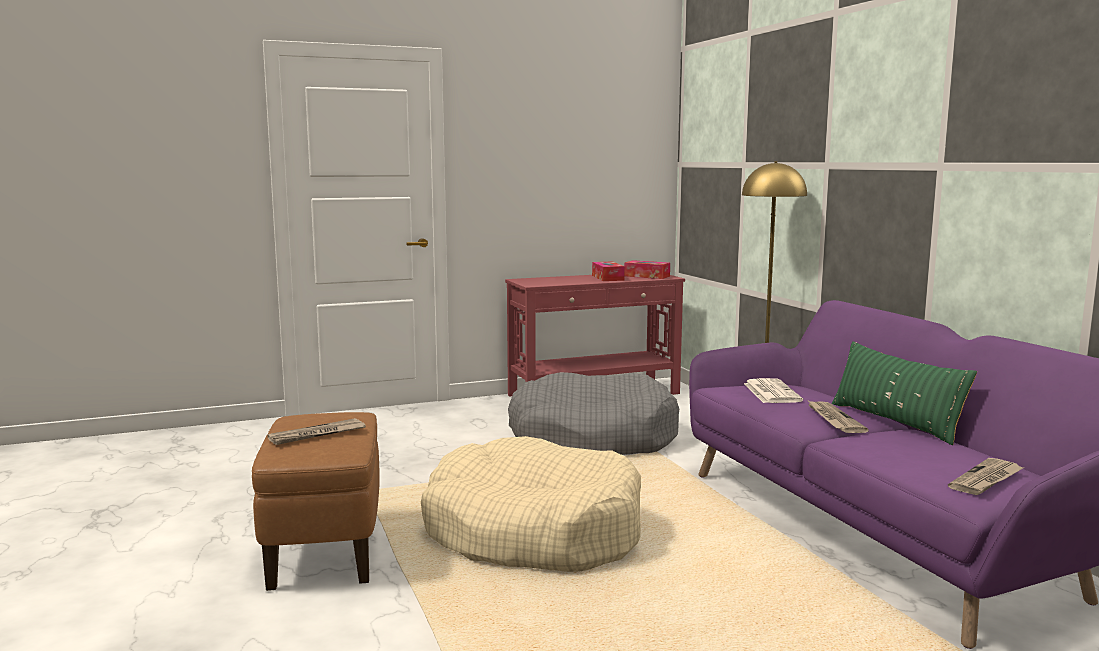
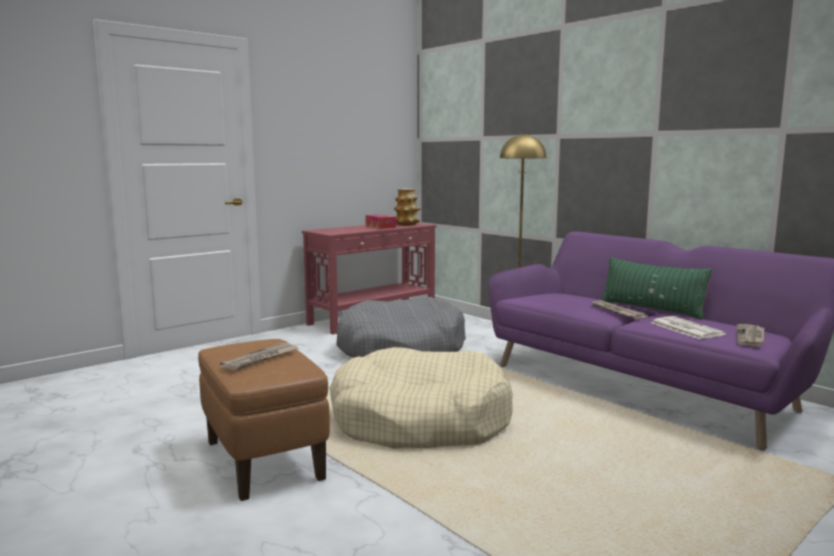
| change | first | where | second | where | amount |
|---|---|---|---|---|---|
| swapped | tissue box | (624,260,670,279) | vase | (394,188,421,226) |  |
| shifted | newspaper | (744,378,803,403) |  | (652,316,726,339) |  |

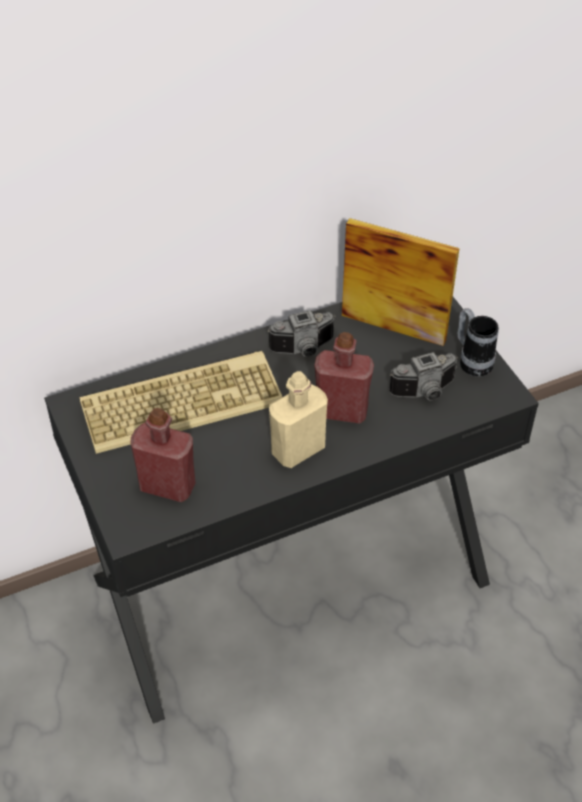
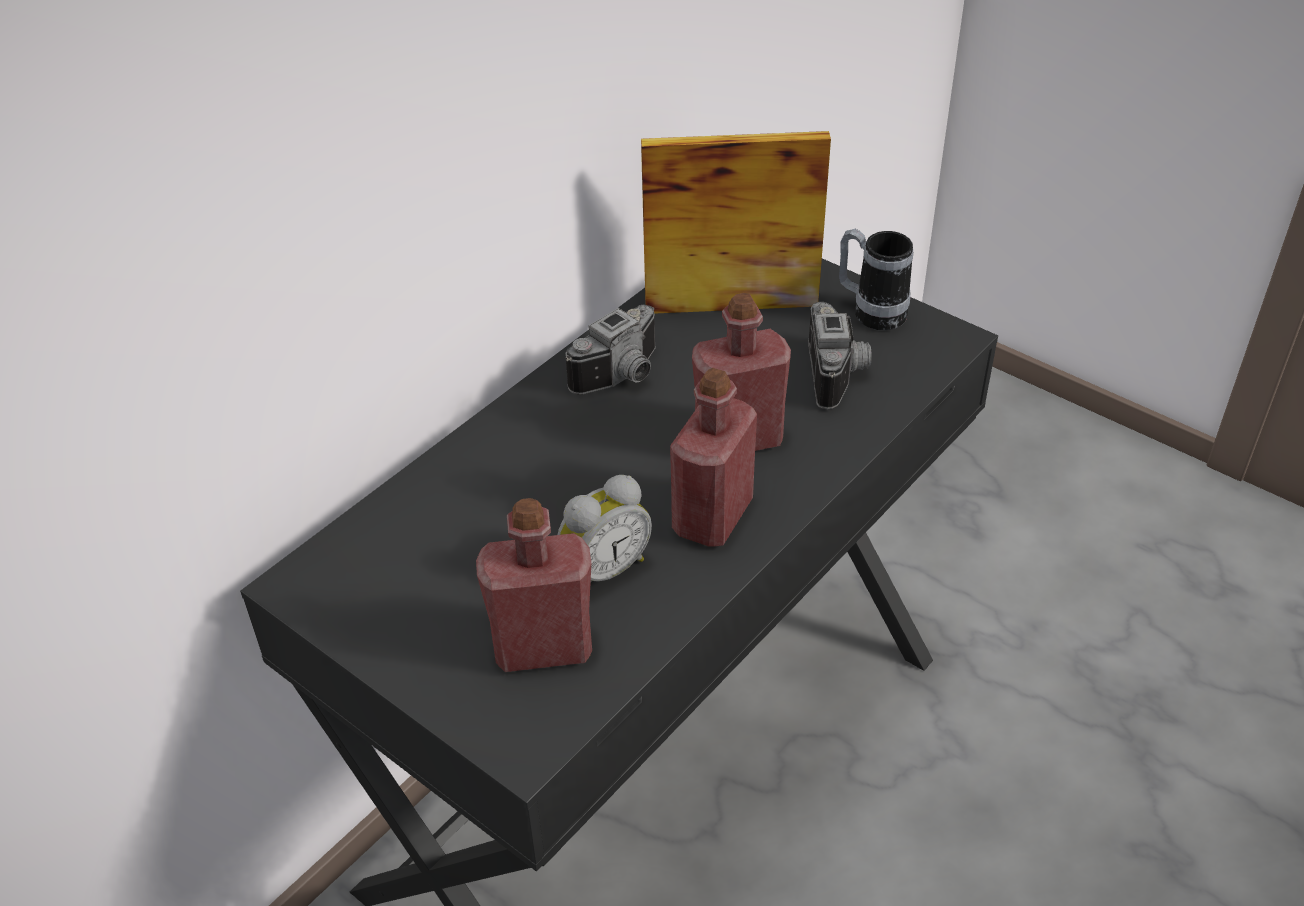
| change | first | where | second | where | amount |
|---|---|---|---|---|---|
| gone | keyboard | (80,351,282,454) |  |  |  |
| repainted | beige bottle | (269,371,328,468) | red bottle | (670,368,757,547) |  |
| rotated | photo camera | (389,352,458,401) |  | (808,302,872,409) | 45 degrees counterclockwise |
| new |  |  | alarm clock | (558,475,652,581) |  |

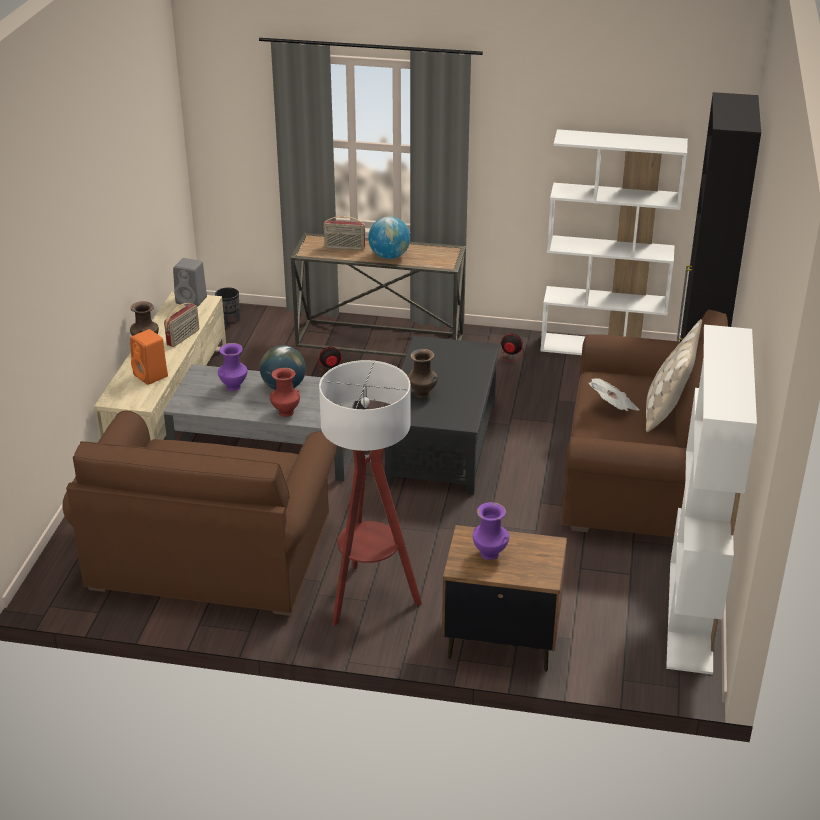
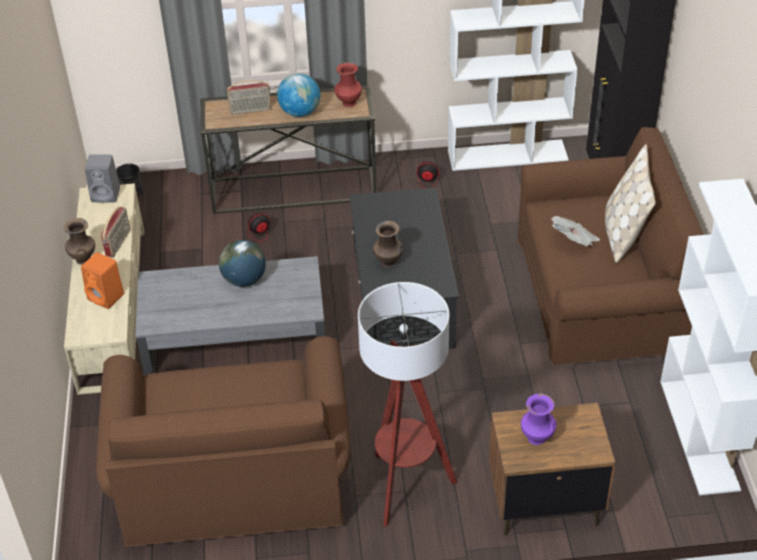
| change | first | where | second | where | amount |
|---|---|---|---|---|---|
| gone | purple vase | (218,343,247,391) |  |  |  |
| shifted | red vase | (270,368,300,417) |  | (334,62,362,107) |  |

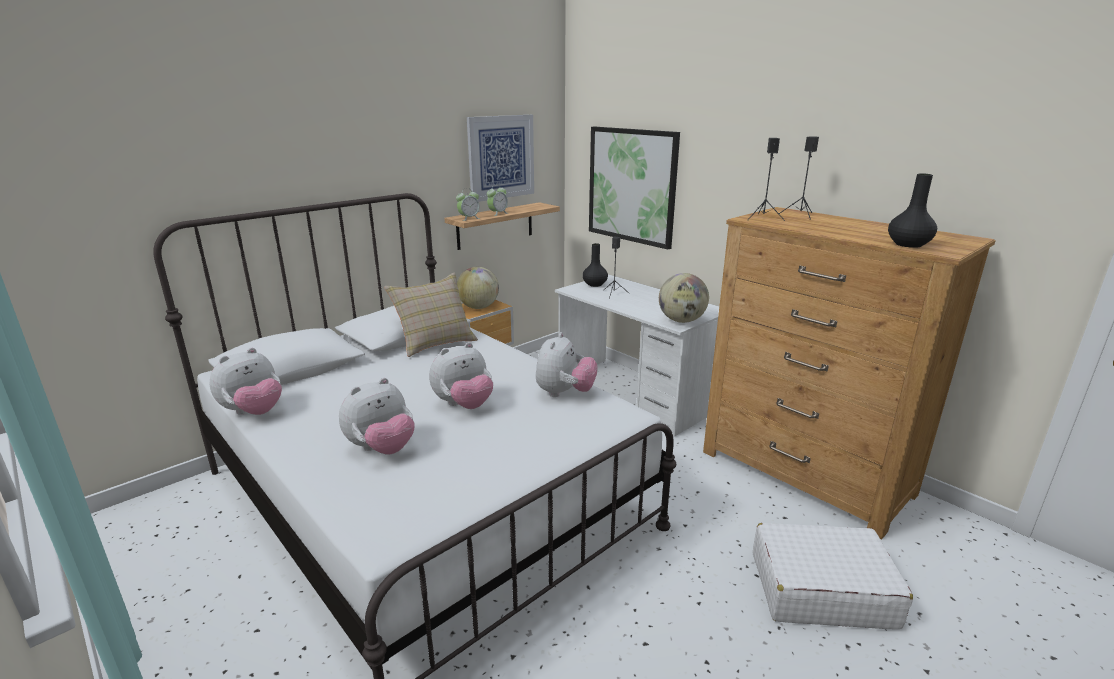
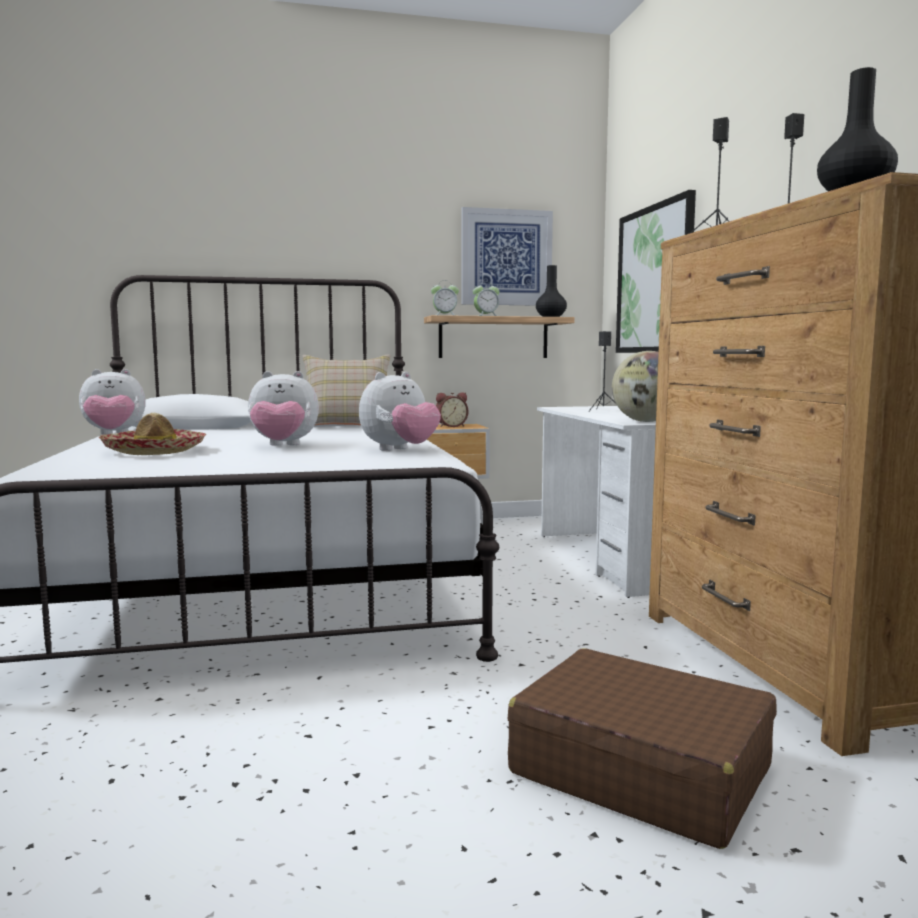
| change | first | where | second | where | amount |
|---|---|---|---|---|---|
| swapped | plush toy | (339,378,415,454) | hat | (99,412,206,455) |  |
| swapped | globe | (457,267,499,309) | alarm clock | (436,392,468,427) |  |
| shifted | black vase | (582,243,608,287) |  | (536,265,567,317) |  |
| repainted | white suitcase | (753,523,913,630) | brown suitcase | (508,648,777,849) |  |

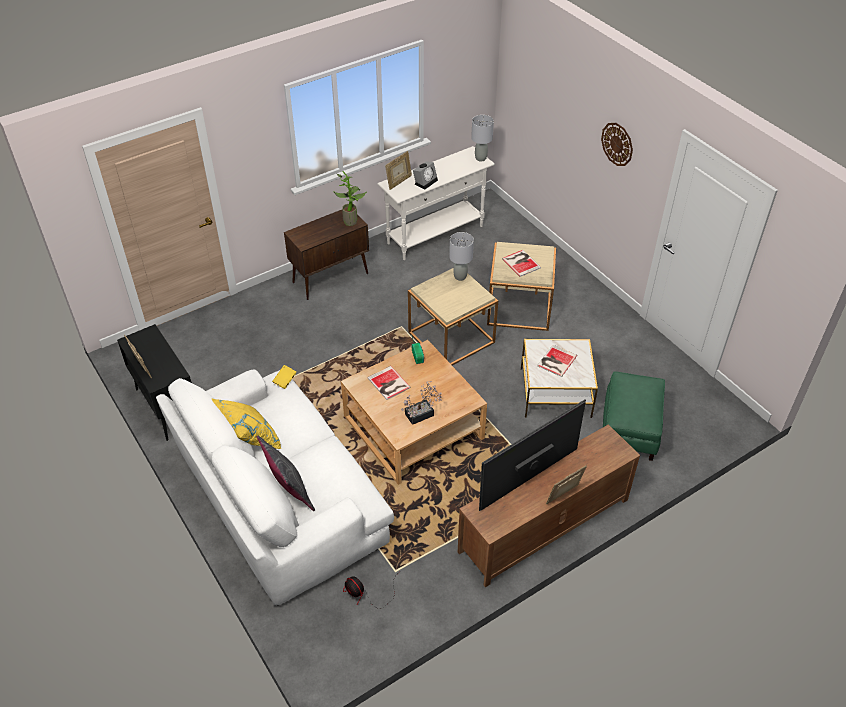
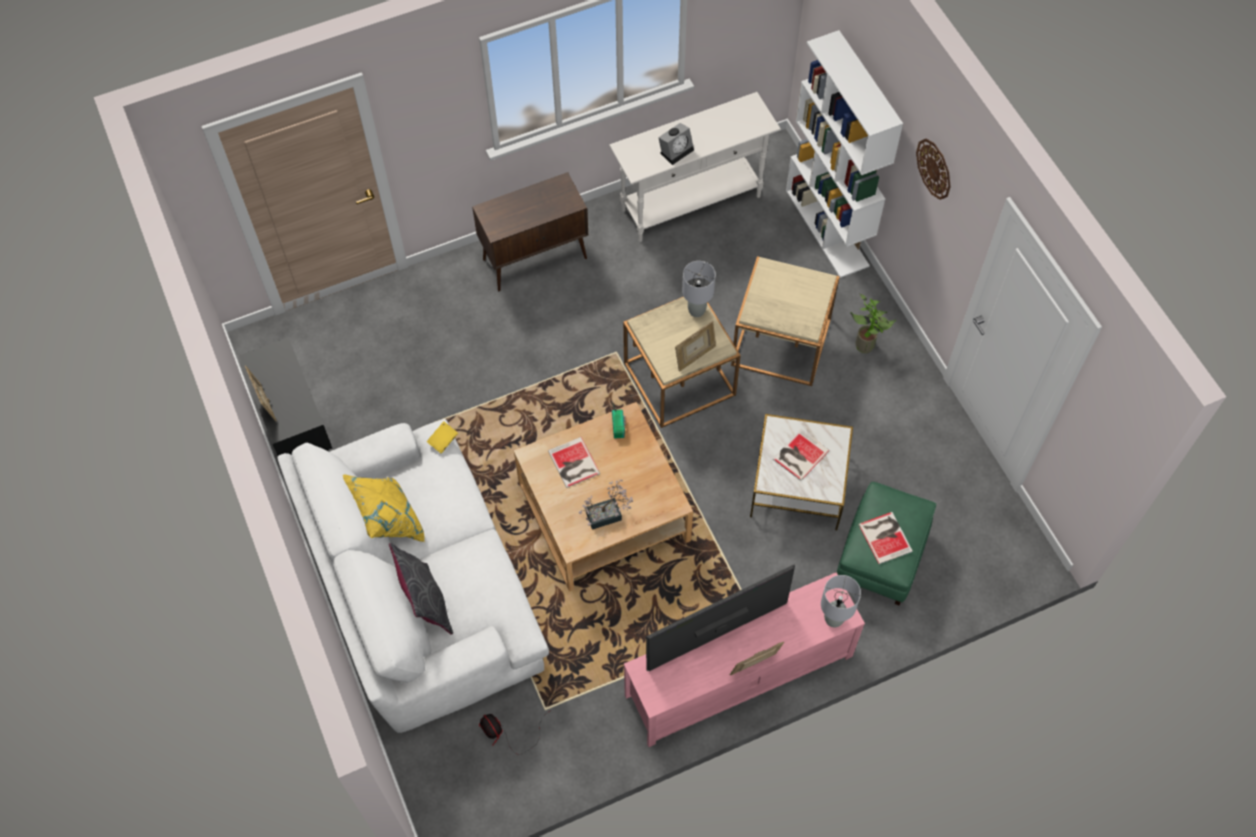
| change | first | where | second | where | amount |
|---|---|---|---|---|---|
| shifted | potted plant | (333,171,367,226) |  | (851,293,896,353) |  |
| shifted | picture frame | (385,151,412,190) |  | (675,321,716,371) |  |
| repainted | brown tv stand | (458,424,640,587) | pink tv stand | (624,572,865,747) |  |
| shifted | grey table lamp | (471,115,494,161) |  | (821,575,861,628) |  |
| shifted | book | (502,250,541,277) |  | (858,512,913,564) |  |
| new |  |  | white bookcase | (786,30,903,278) |  |

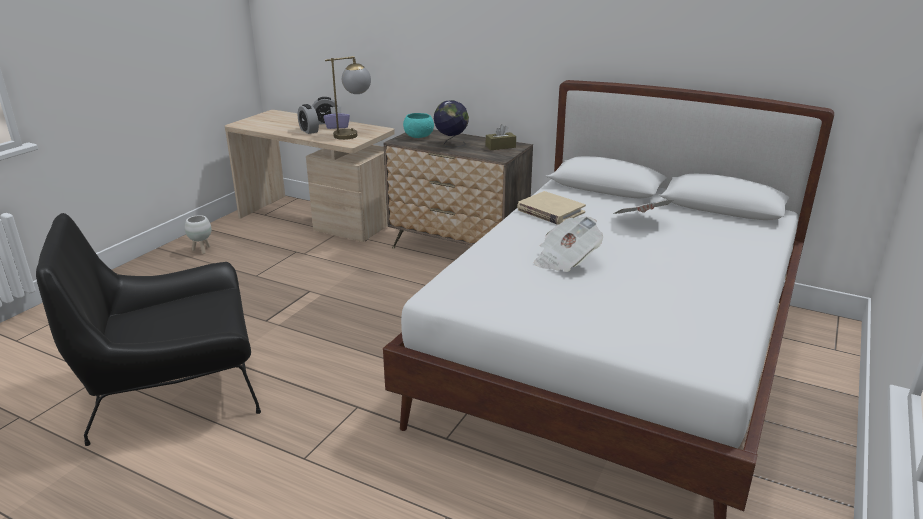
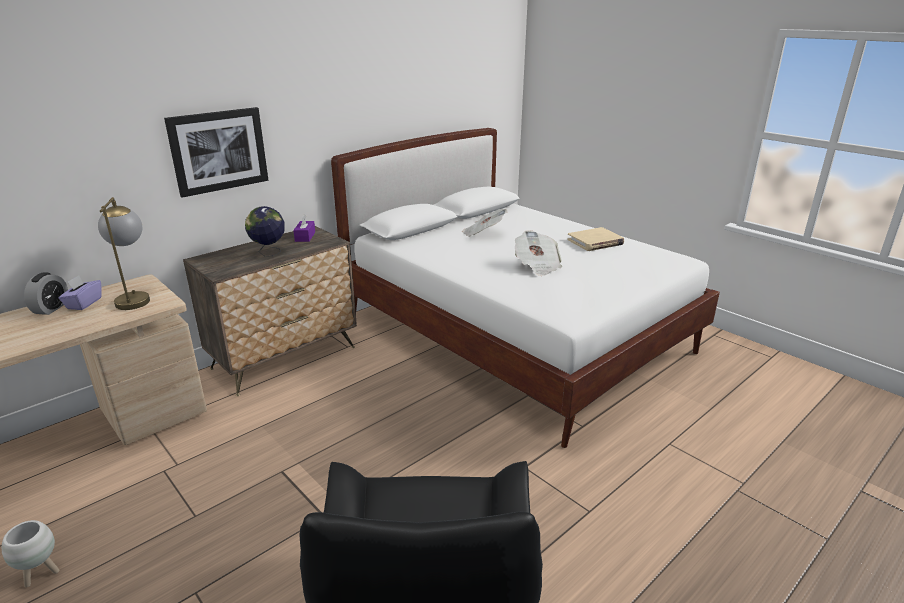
| change | first | where | second | where | amount |
|---|---|---|---|---|---|
| gone | alarm clock | (298,104,319,134) |  |  |  |
| gone | turquoise bowl | (403,113,434,138) |  |  |  |
| repainted | brown tissue box | (486,124,516,150) | purple tissue box | (293,214,315,242) |  |
| shifted | beige book | (517,191,586,225) |  | (567,227,624,251) |  |
| new |  |  | picture | (164,107,268,198) |  |

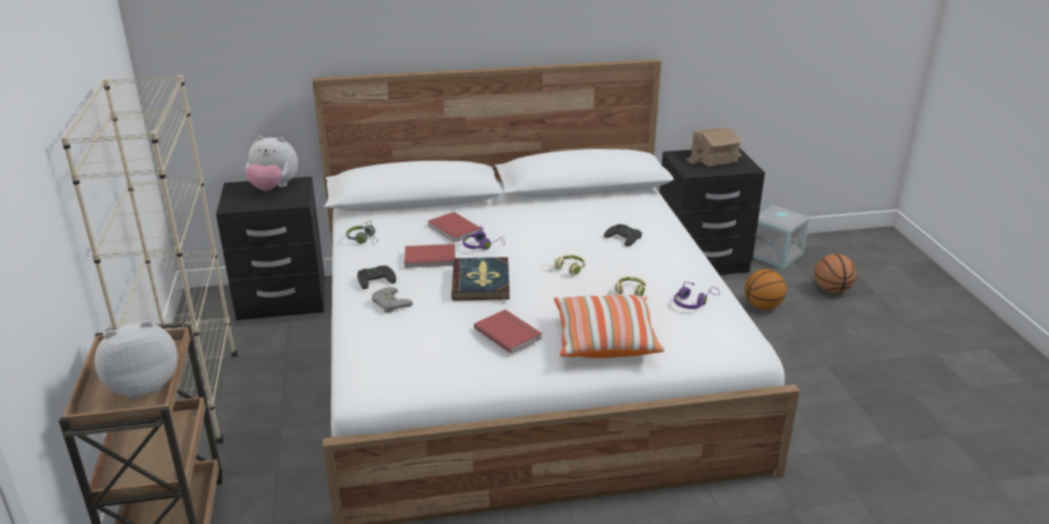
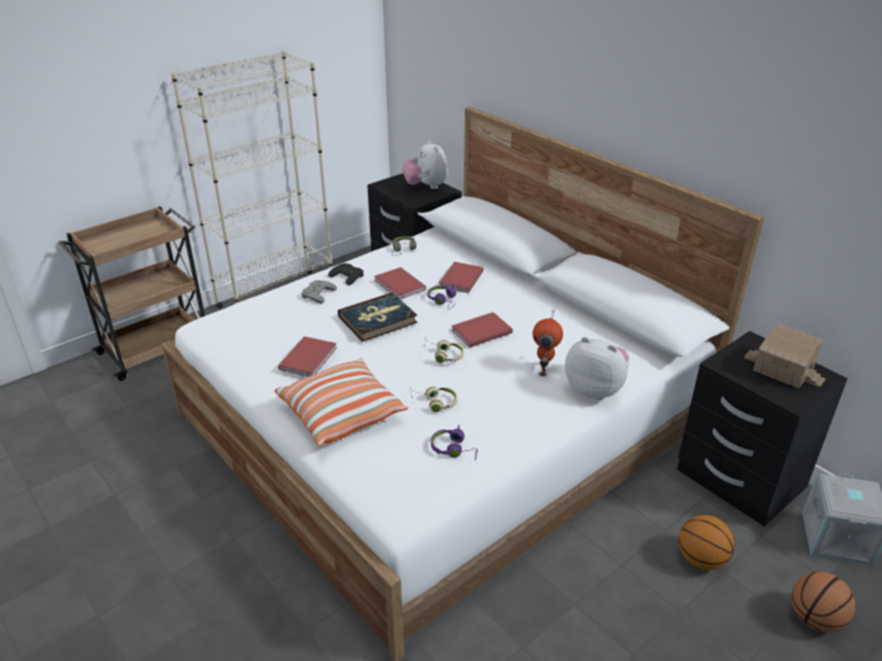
| change | first | where | second | where | amount |
|---|---|---|---|---|---|
| shifted | plush toy | (95,320,178,399) |  | (565,337,630,400) |  |
| swapped | black game controller | (604,224,642,247) | toy robot | (533,309,563,376) |  |
| new |  |  | red book | (452,312,513,347) |  |

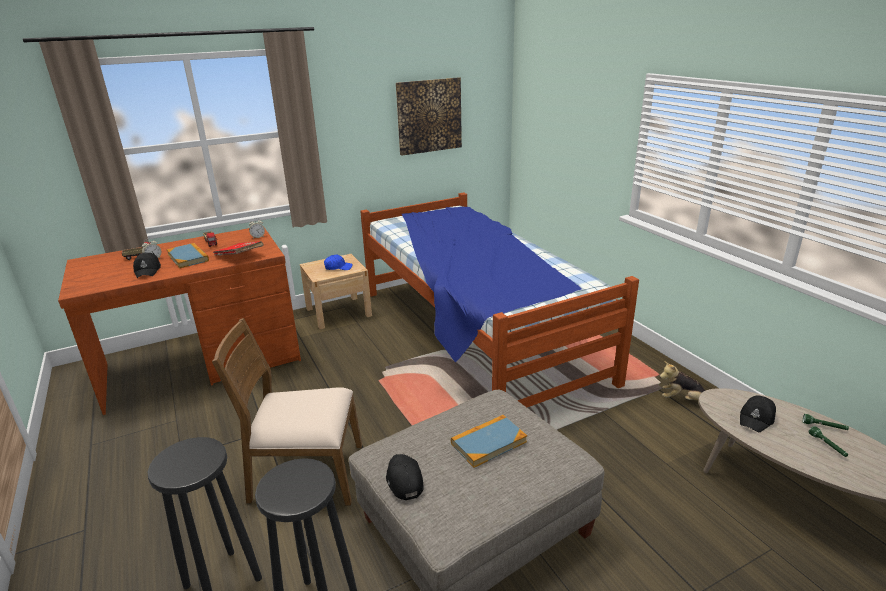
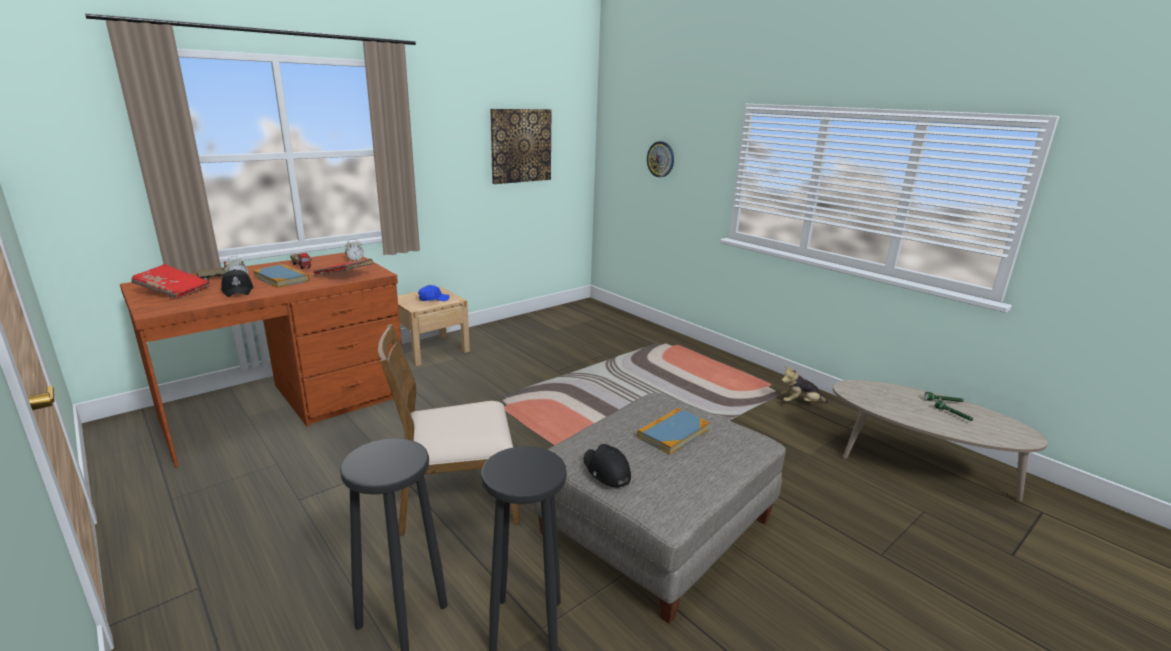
| change | first | where | second | where | amount |
|---|---|---|---|---|---|
| gone | bed | (360,192,639,407) |  |  |  |
| gone | black cap | (740,395,776,432) |  |  |  |
| new |  |  | red book | (131,264,210,299) |  |
| new |  |  | wall clock | (647,141,674,177) |  |

